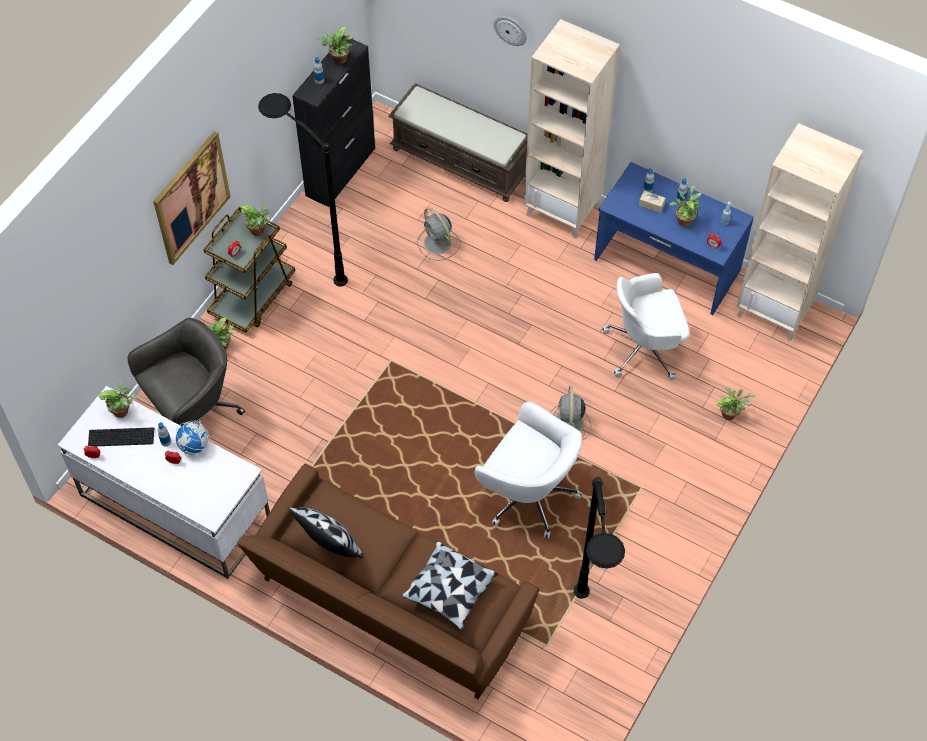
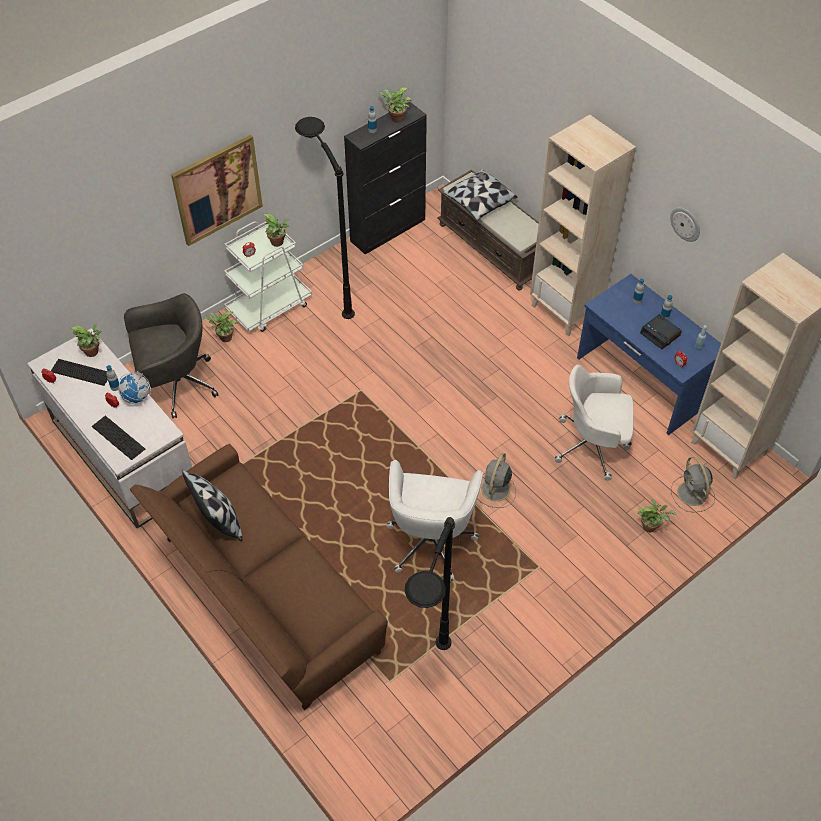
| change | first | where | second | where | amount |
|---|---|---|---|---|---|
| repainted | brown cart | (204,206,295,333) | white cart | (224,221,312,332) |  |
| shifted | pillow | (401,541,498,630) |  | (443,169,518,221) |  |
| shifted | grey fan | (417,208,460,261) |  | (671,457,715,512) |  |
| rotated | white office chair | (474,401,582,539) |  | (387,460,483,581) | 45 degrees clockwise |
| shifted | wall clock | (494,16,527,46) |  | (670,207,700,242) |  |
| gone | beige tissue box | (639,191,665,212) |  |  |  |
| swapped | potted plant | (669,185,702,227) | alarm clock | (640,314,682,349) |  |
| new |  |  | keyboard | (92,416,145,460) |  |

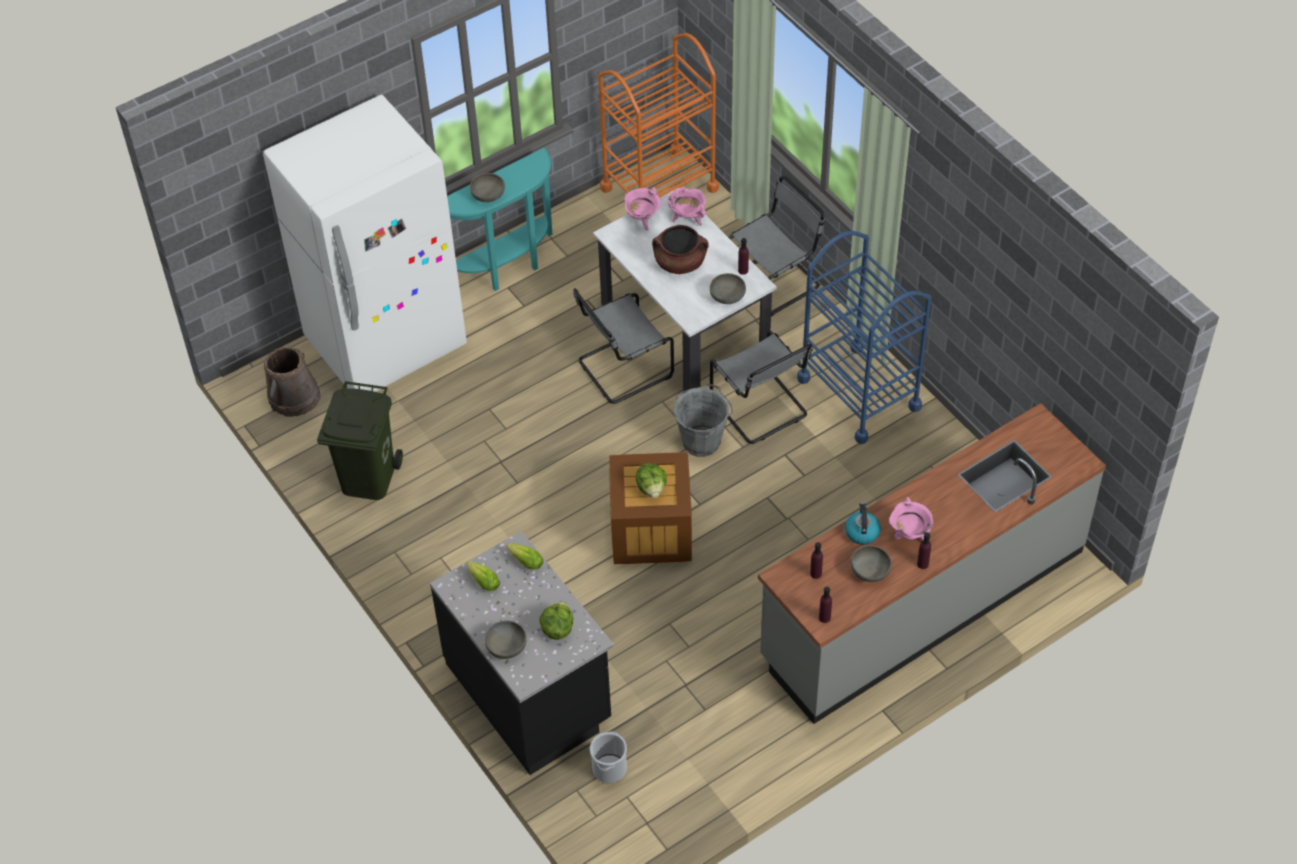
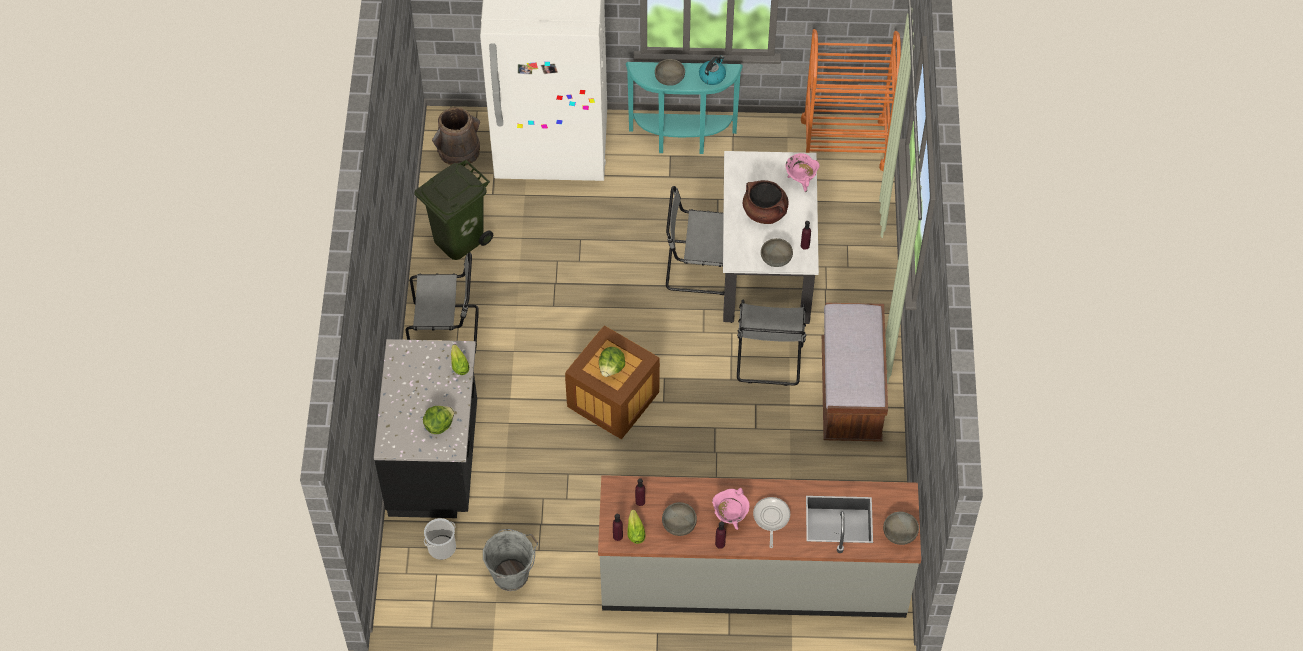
| change | first | where | second | where | amount |
|---|---|---|---|---|---|
| shifted | lettuce | (467,561,500,591) |  | (627,510,646,544) |  |
| shifted | grey bowl | (485,621,527,659) |  | (883,512,919,545) |  |
| gone | pink cooking pot | (624,187,661,230) |  |  |  |
| shifted | grey bucket | (673,383,733,457) |  | (483,529,538,591) |  |
| shifted | grey chair | (728,176,825,317) |  | (406,252,479,354) |  |
| swapped | blue cart | (797,231,931,444) | brown bench | (822,303,888,442) |  |
| shifted | kettle | (845,502,881,545) |  | (699,55,726,85) |  |
| new |  |  | frying pan | (753,497,790,548) |  |

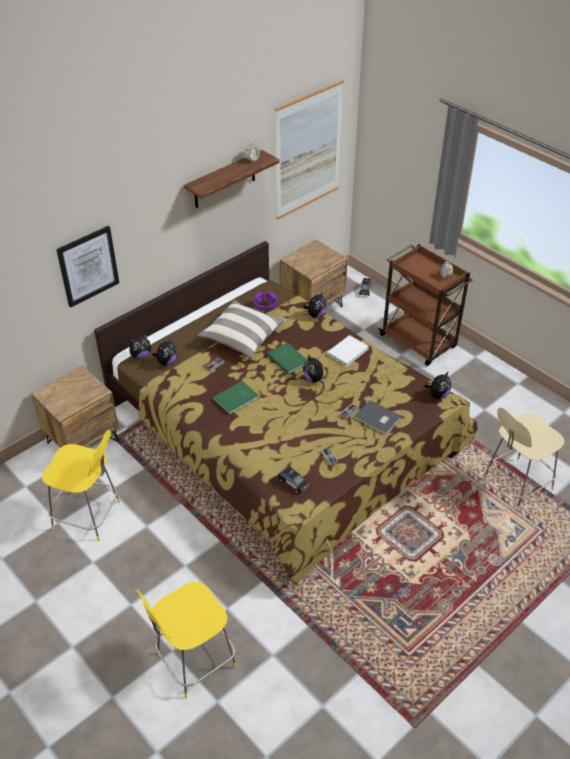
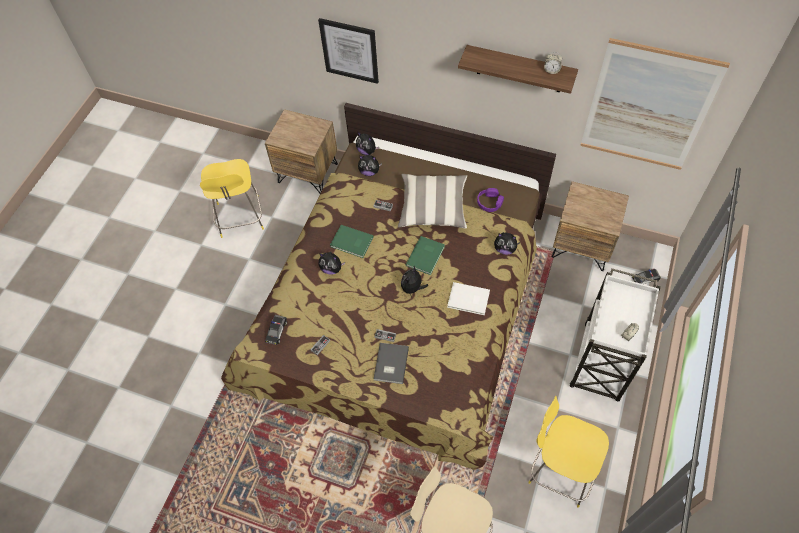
| change | first | where | second | where | amount |
|---|---|---|---|---|---|
| shifted | yellow chair | (136,582,237,698) |  | (528,396,609,508) |  |
| repainted | brown cart | (379,244,473,366) | white cart | (570,268,661,402) |  |
| shifted | plush toy | (424,371,451,399) |  | (319,252,345,275) |  |

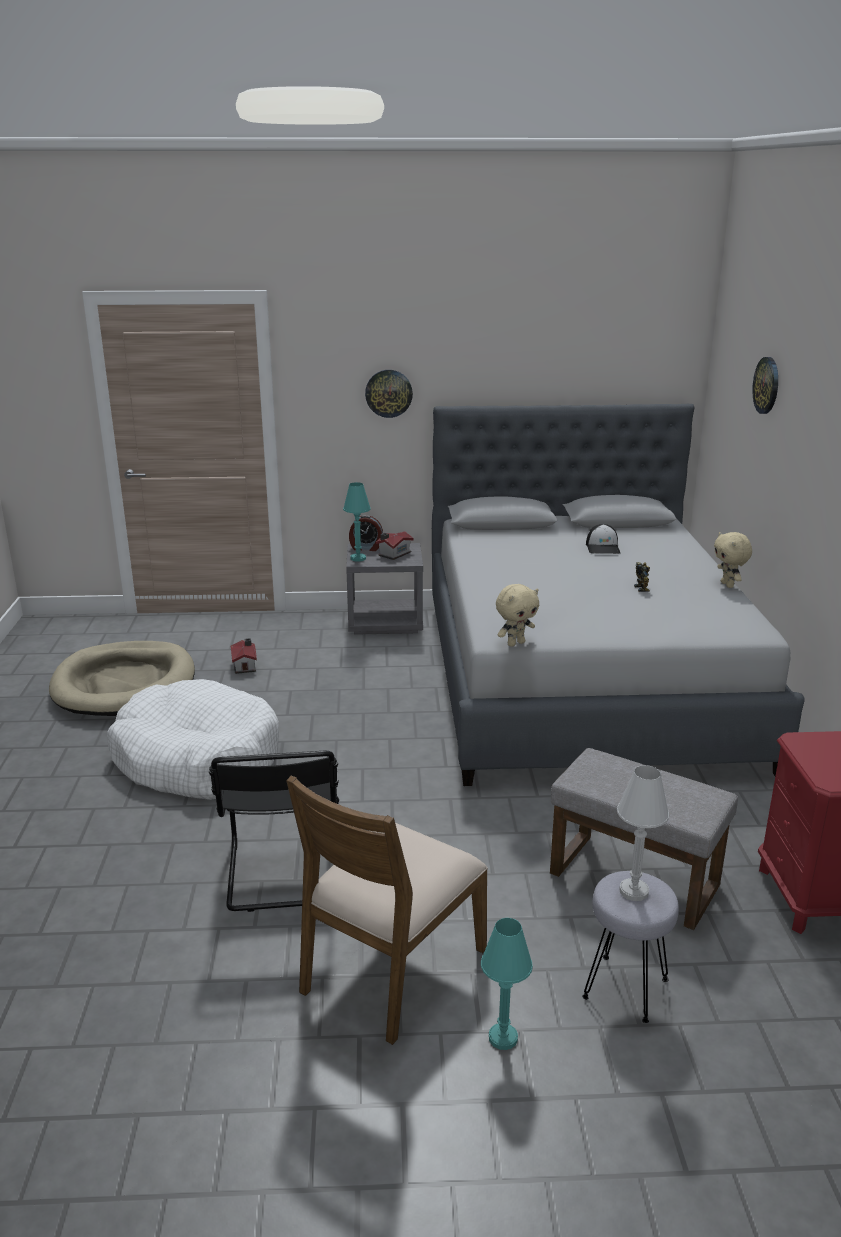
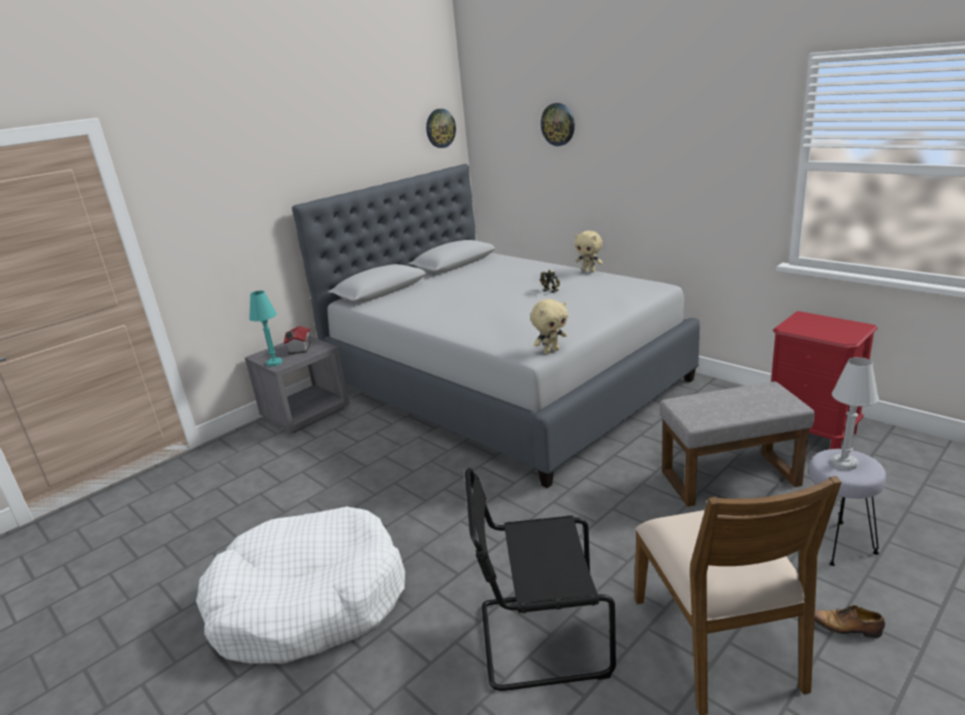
| change | first | where | second | where | amount |
|---|---|---|---|---|---|
| gone | beige dog bed | (49,641,195,716) |  |  |  |
| rotated | black chair | (209,751,339,912) |  | (465,468,616,691) | 135 degrees clockwise |
| gone | toy house | (231,638,257,674) |  |  |  |
| gone | alarm clock | (349,515,383,551) |  |  |  |
| shifted | wall clock | (365,370,413,418) |  | (426,109,456,148) |  |
| swapped | turquoise table lamp | (481,918,533,1050) | shoe | (814,605,885,638) |  |
| rotated | beige plush toy | (496,584,539,647) |  | (530,299,568,354) | 45 degrees clockwise |
| gone | cap | (586,524,620,554) |  |  |  |

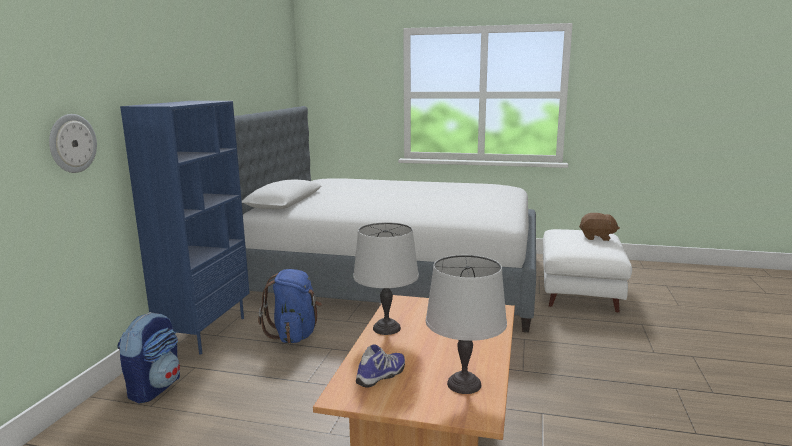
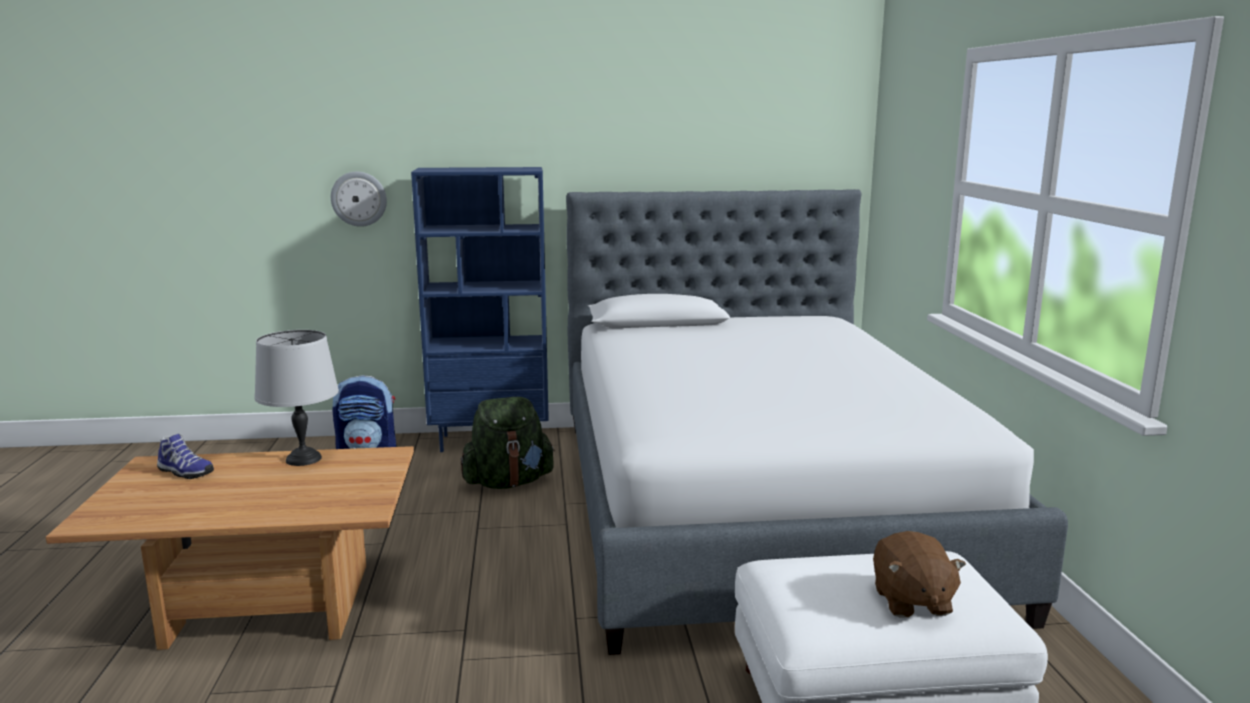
| change | first | where | second | where | amount |
|---|---|---|---|---|---|
| repainted | blue backpack | (258,269,322,344) | green backpack | (460,397,555,489) |  |
| gone | grey table lamp | (426,255,507,394) |  |  |  |

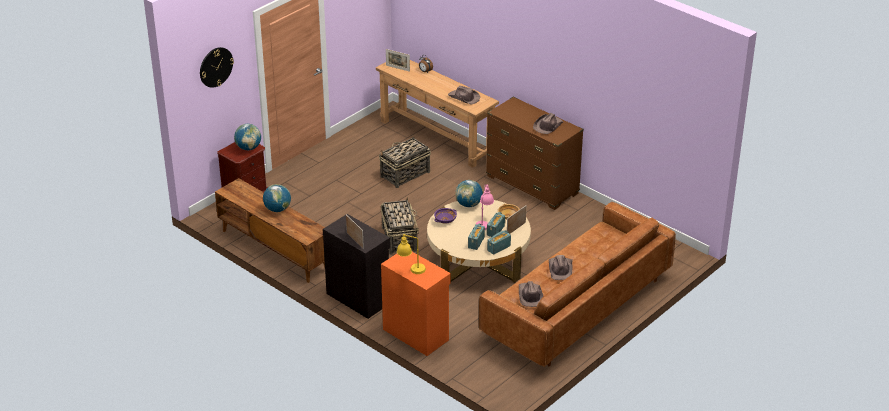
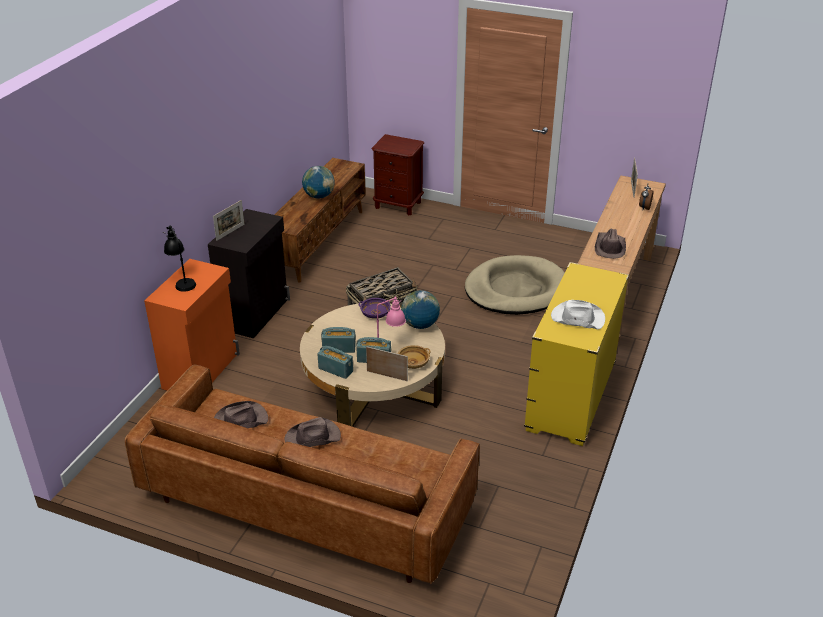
| change | first | where | second | where | amount |
|---|---|---|---|---|---|
| gone | wall clock | (200,47,234,88) |  |  |  |
| gone | globe | (234,124,261,150) |  |  |  |
| swapped | basket | (379,136,431,188) | beige dog bed | (465,255,565,315) |  |
| repainted | yellow table lamp | (397,234,426,274) | black table lamp | (163,225,196,292) |  |
| repainted | brown dresser | (486,97,584,210) | yellow dresser | (524,262,629,446) |  |
| repainted | brown hat | (533,113,563,134) | white hat | (551,300,605,329) |  |

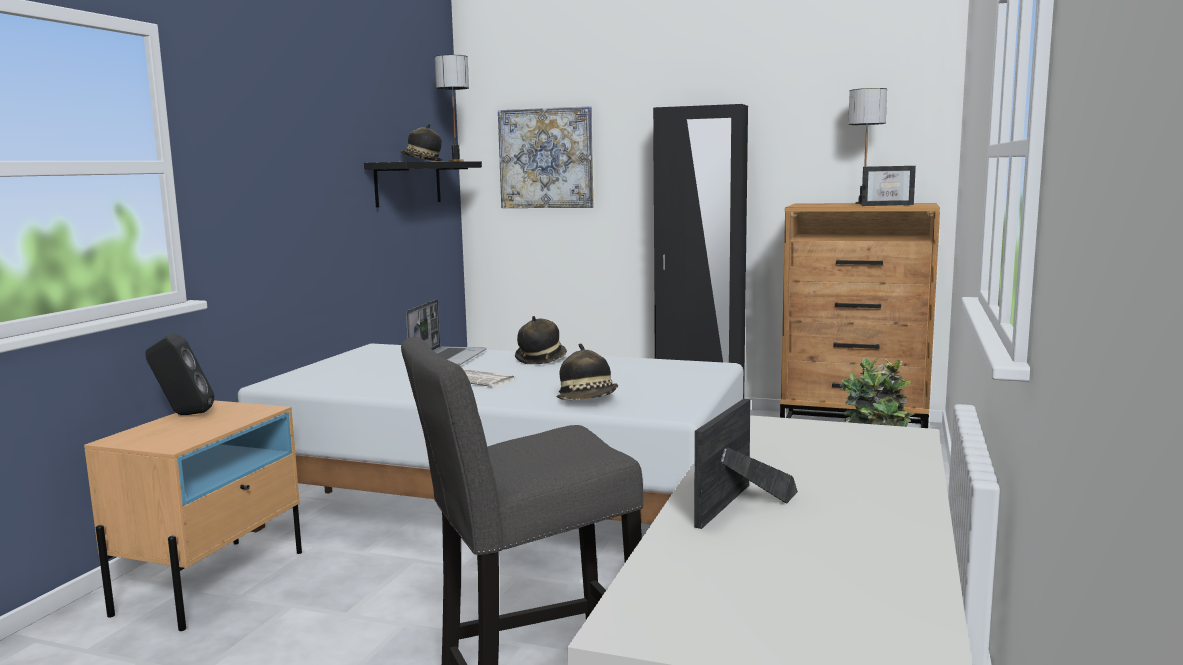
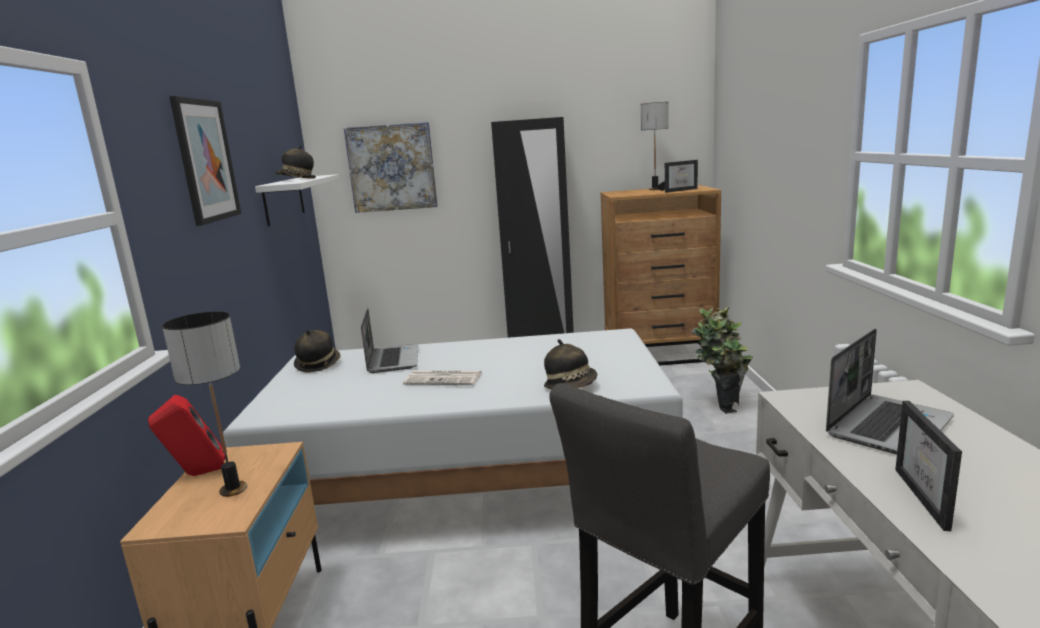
| change | first | where | second | where | amount |
|---|---|---|---|---|---|
| repainted | black speaker | (145,333,214,415) | red speaker | (148,395,226,476) |  |
| repainted | black shelf | (364,161,482,208) | white shelf | (255,174,339,226) |  |
| shifted | table lamp | (435,55,469,162) |  | (162,311,247,497) |  |
| shifted | hat | (515,316,567,364) |  | (294,330,340,373) |  |
| new |  |  | picture | (169,96,241,226) |  |
| new |  |  | laptop | (826,329,954,454) |  |

